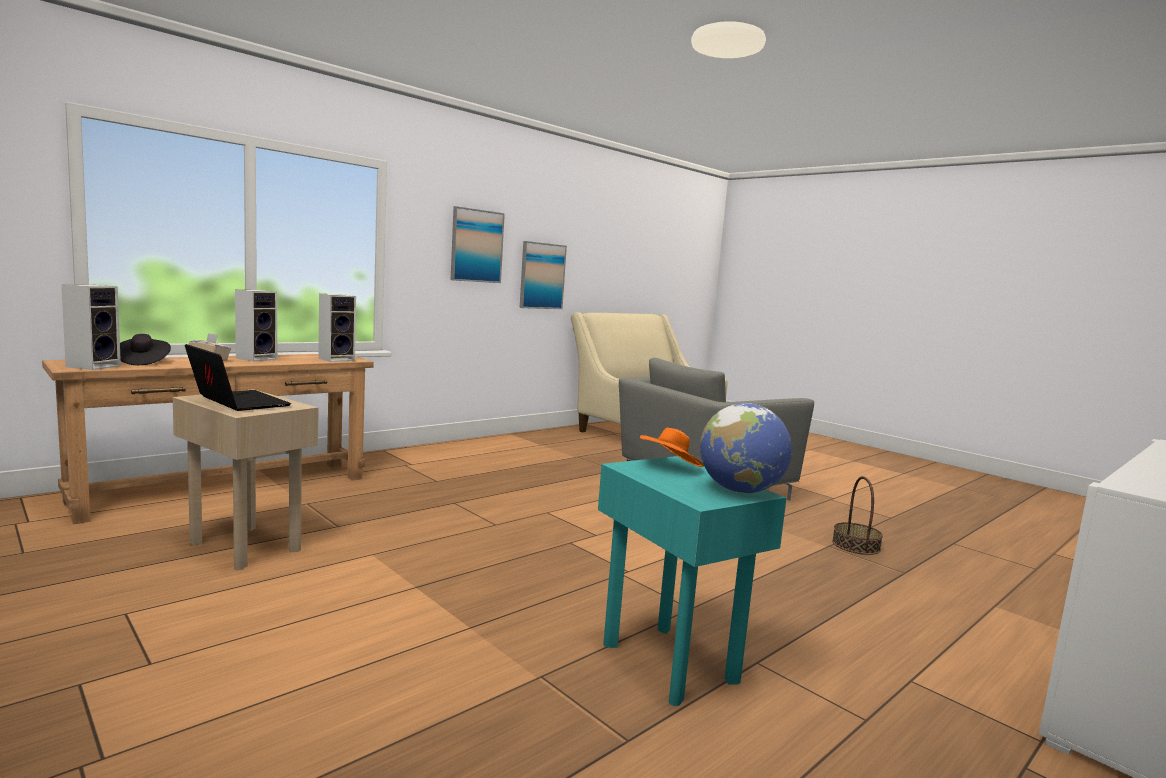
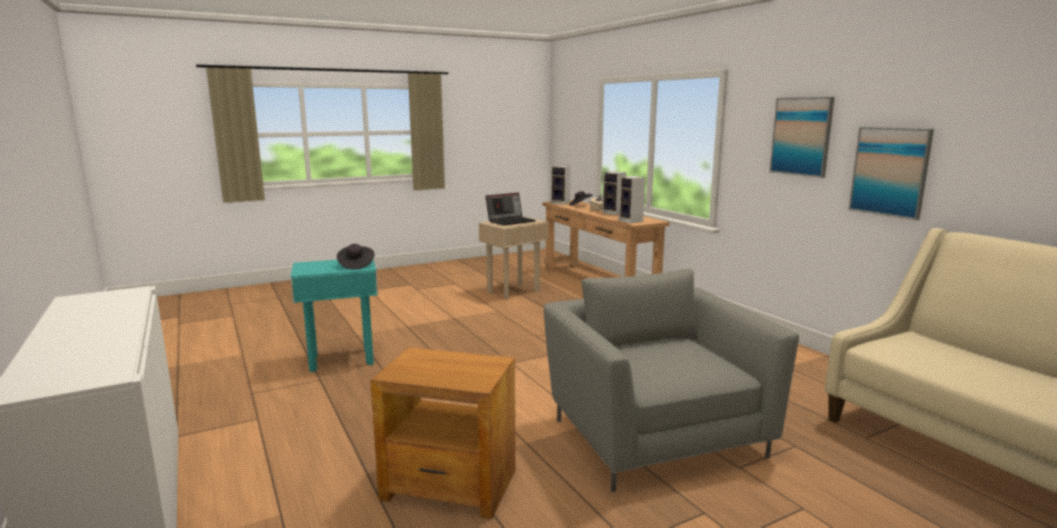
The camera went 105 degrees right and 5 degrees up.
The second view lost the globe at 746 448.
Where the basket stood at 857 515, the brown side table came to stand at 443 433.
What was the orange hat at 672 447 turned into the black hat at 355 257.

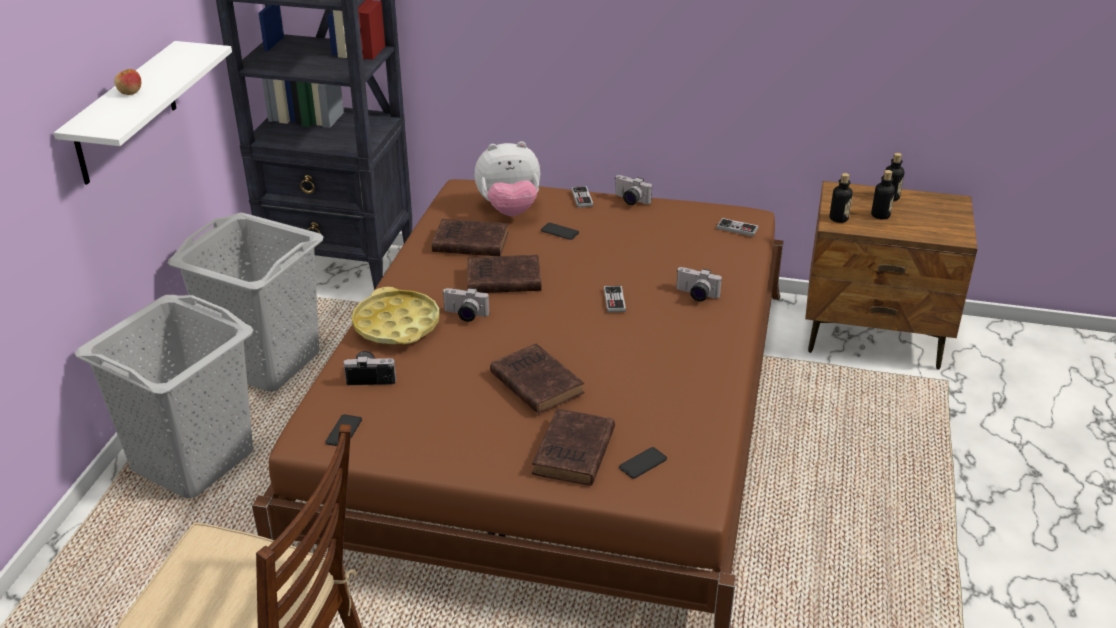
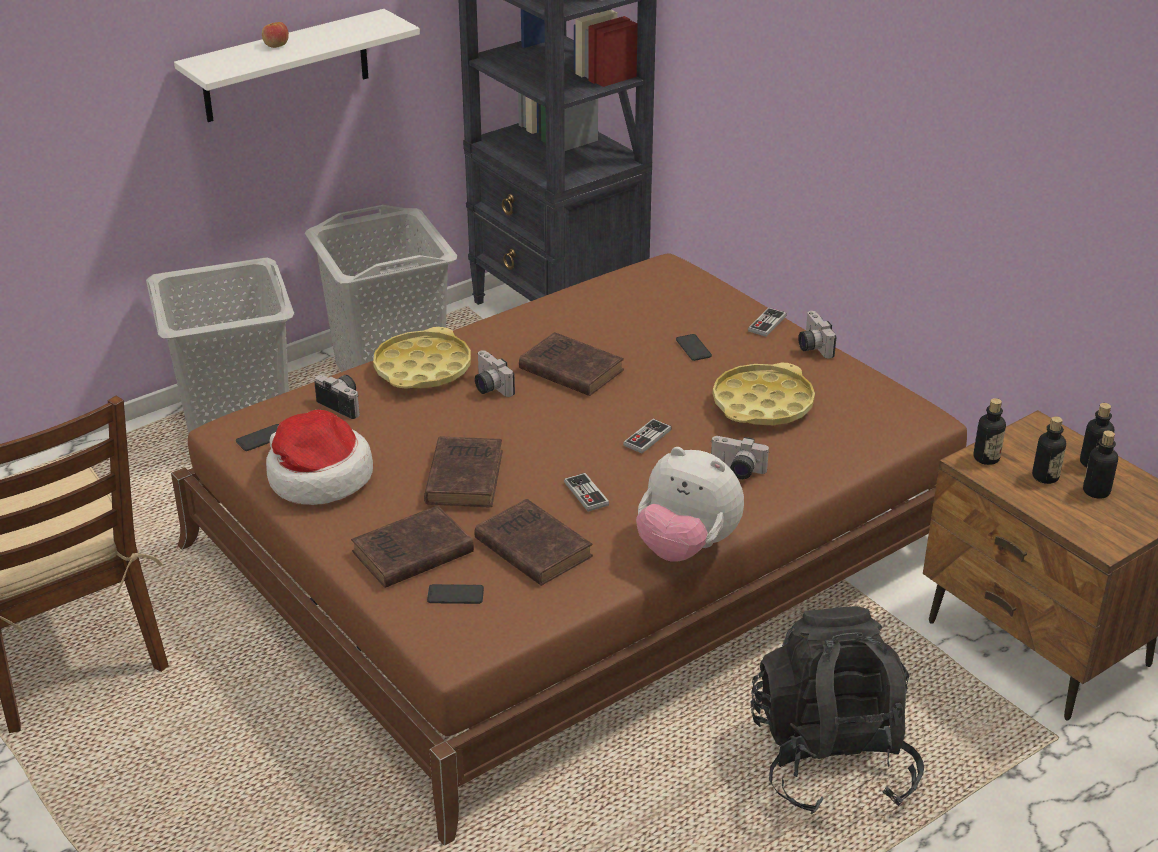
The camera went 40 degrees right and 0 degrees up.
The second view gained the hat at 319 457.
The second view gained the yellow tray at 764 394.
The second view gained the black backpack at 837 710.
The second view gained the bottle at 1100 464.
The brown book ended up elsewhere, having gone from 470 237 to 533 542.
The plush toy ended up elsewhere, having gone from 507 178 to 690 504.
The game controller ended up elsewhere, having gone from 737 227 to 586 492.
The photo camera at 699 284 ended up facing another way, 45 degrees counterclockwise from before.

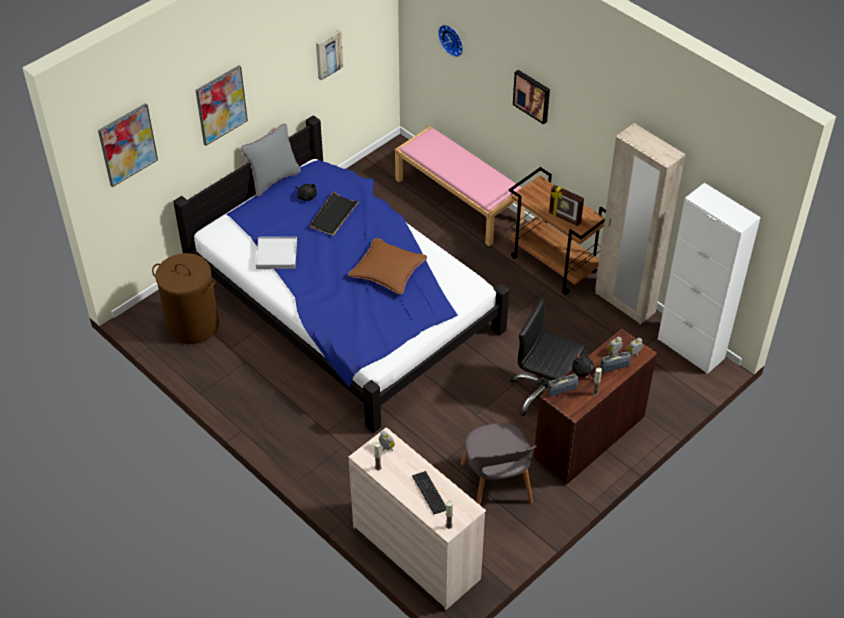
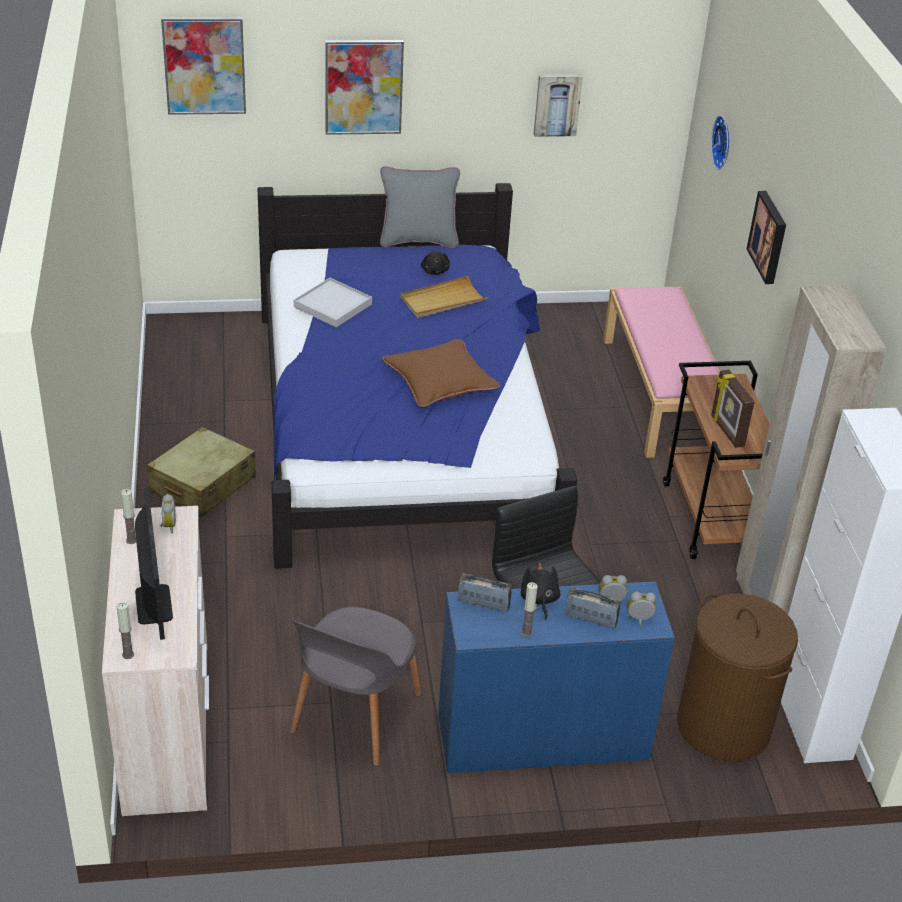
The camera went 35 degrees right and 10 degrees down.
The second view gained the beige suitcase at 201 472.
The brown laundry basket ended up elsewhere, having gone from 185 298 to 737 677.
Where the keyboard stood at 429 492, the monitor came to stand at 154 564.
What was the black tray at 335 213 turned into the beige tray at 444 297.
What was the brown desk at 595 407 turned into the blue desk at 556 677.

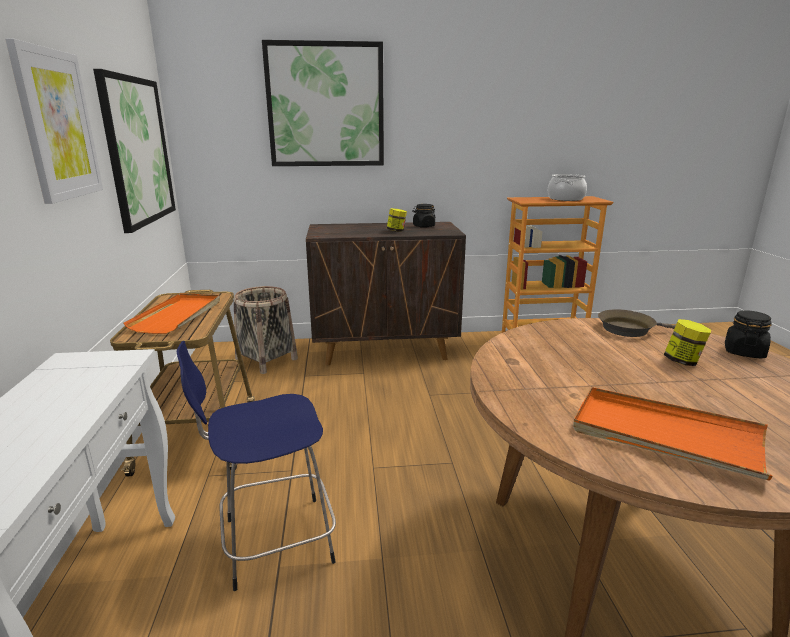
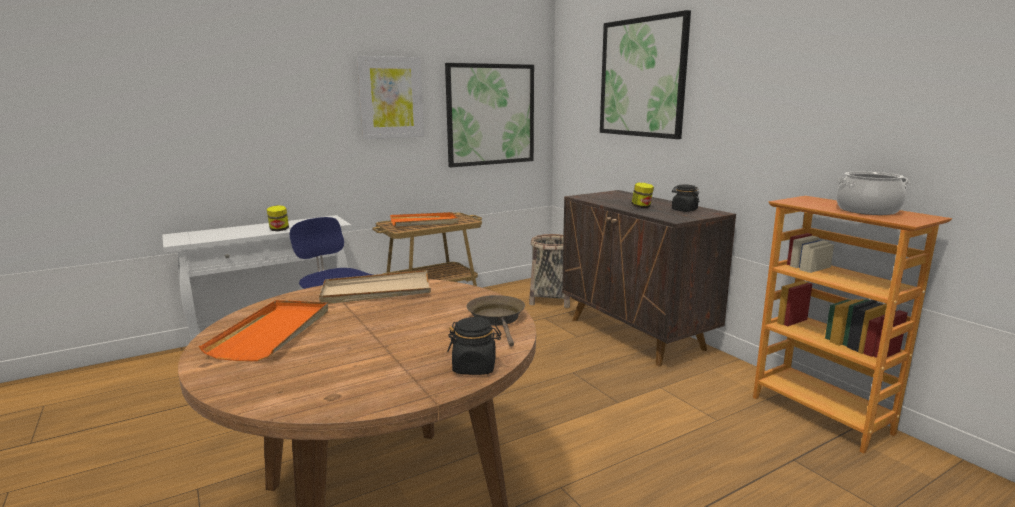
The camera went 65 degrees right and 5 degrees down.
The second view gained the beige tray at 375 287.
The jar ended up elsewhere, having gone from 687 342 to 278 218.

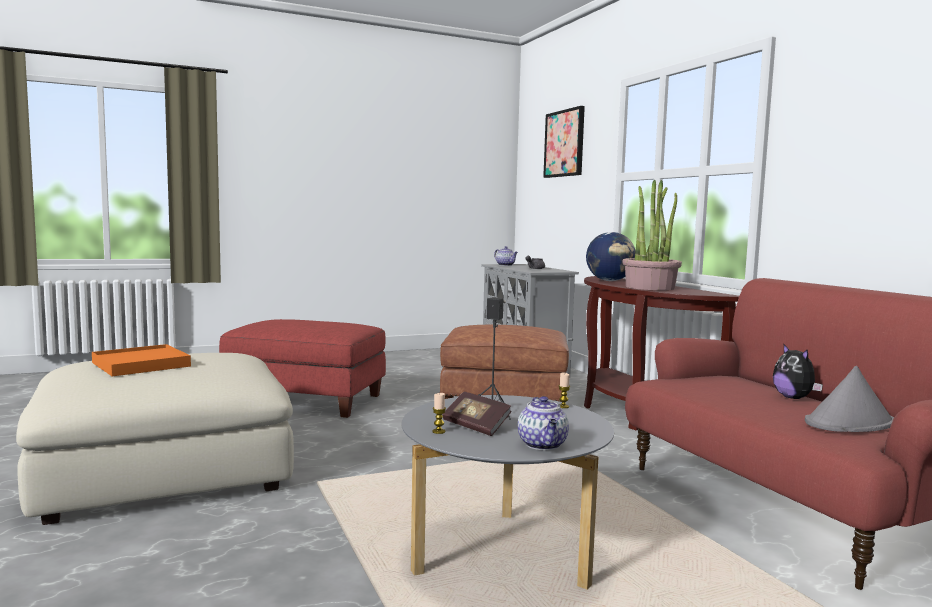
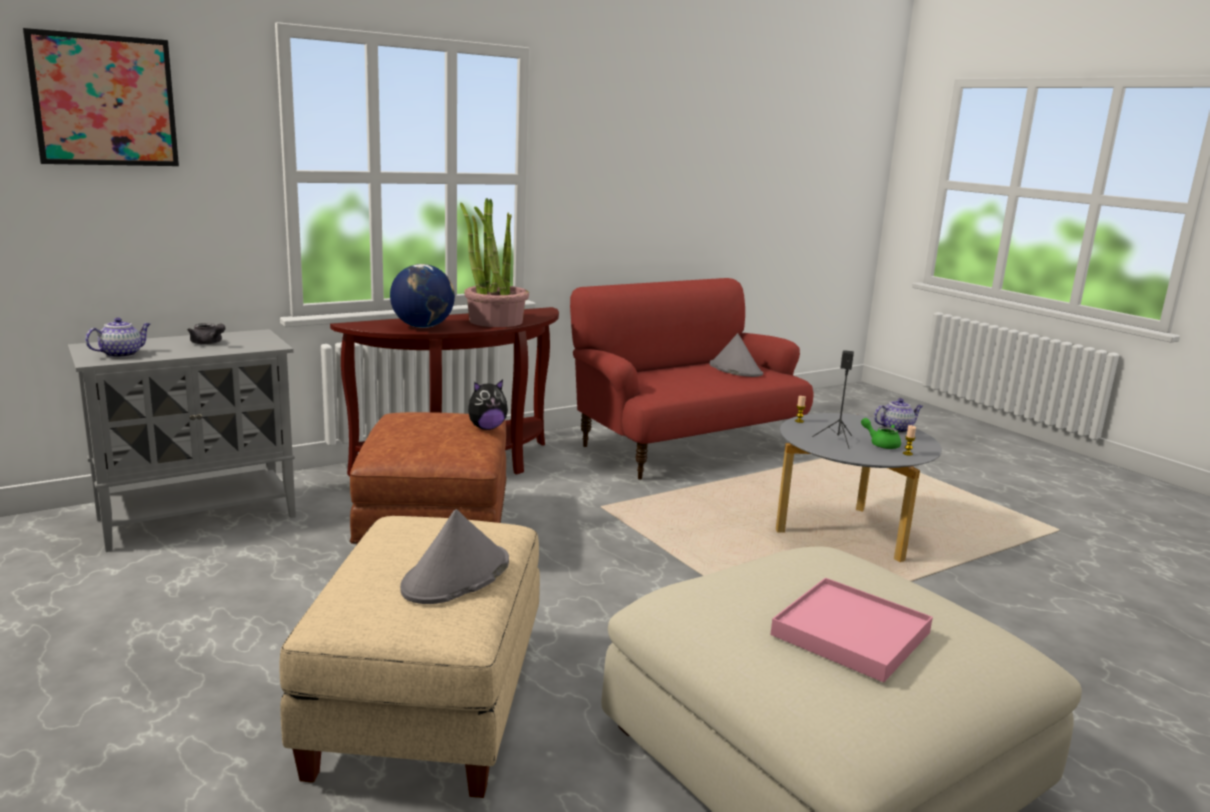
The camera went 100 degrees left and 10 degrees up.
The second view gained the grey hat at 454 556.
The plush toy ended up elsewhere, having gone from 798 371 to 488 405.
Where the book stood at 477 414, the green teapot came to stand at 881 433.
What was the orange tray at 141 360 turned into the pink tray at 851 630.
What was the red ottoman at 302 368 turned into the beige ottoman at 410 657.

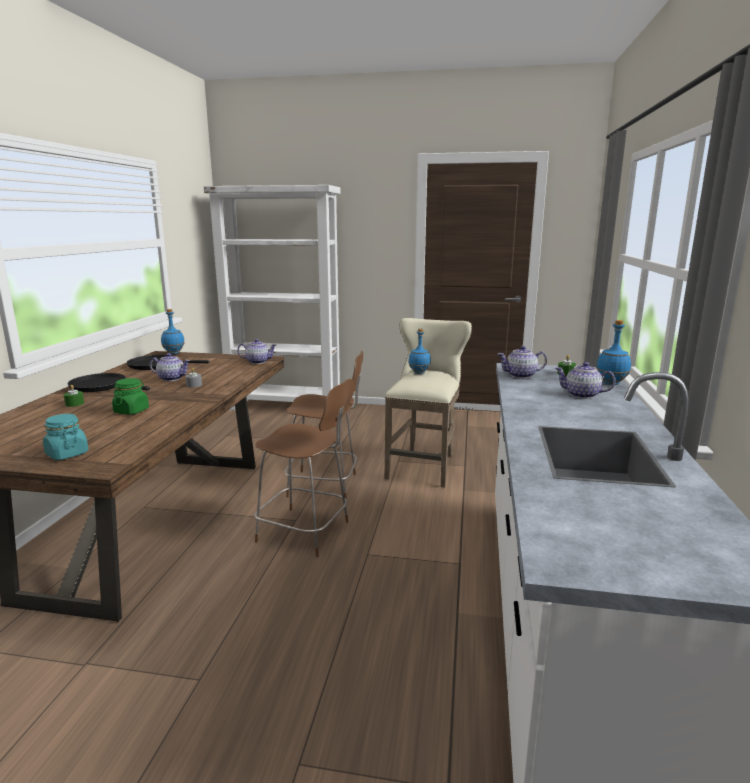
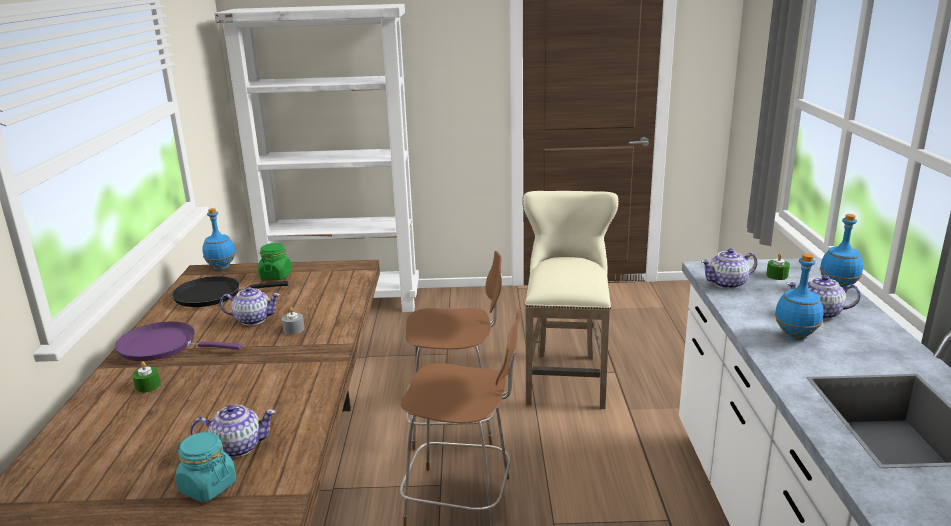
The camera went 10 degrees left and 5 degrees up.
The green jar ended up elsewhere, having gone from 130 396 to 275 261.
The teapot ended up elsewhere, having gone from 256 351 to 233 431.
The blue bottle ended up elsewhere, having gone from 419 351 to 799 296.
What was the black frying pan at 108 382 turned into the purple frying pan at 178 341.

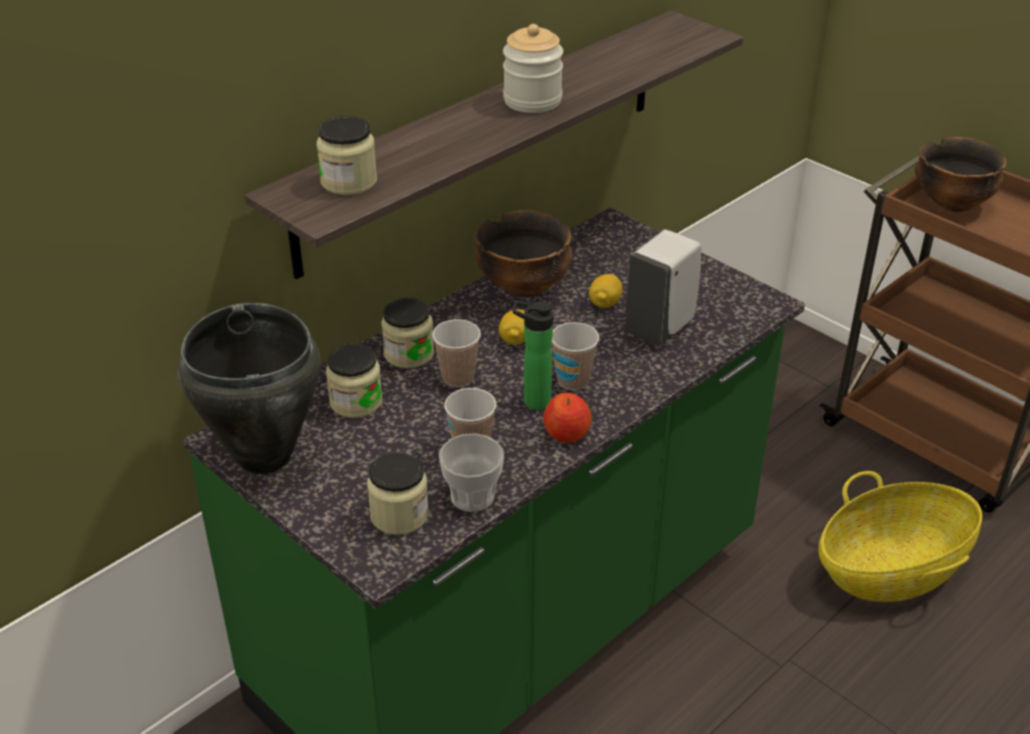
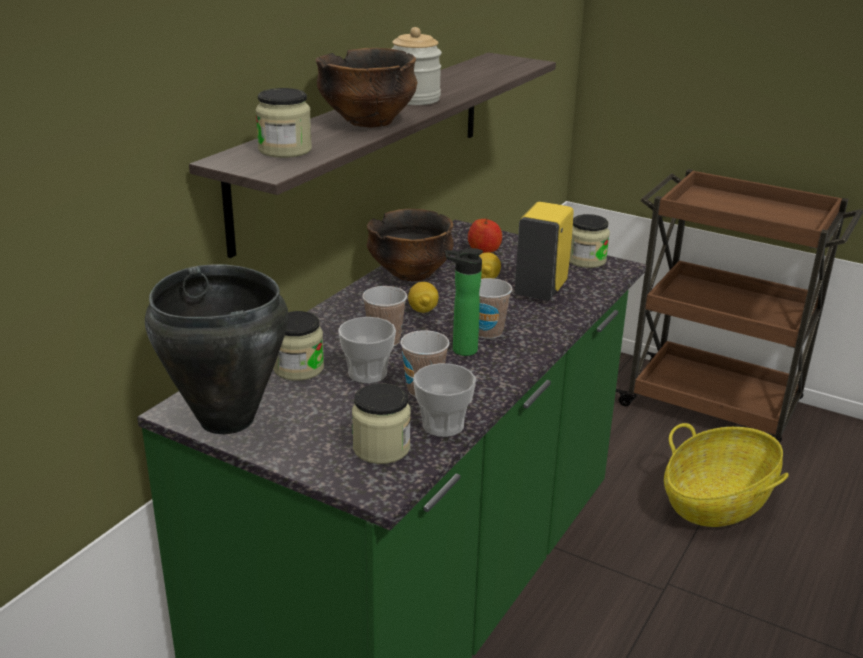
The camera went 15 degrees left and 10 degrees down.
The second view gained the cup at 367 350.
The jar ended up elsewhere, having gone from 407 333 to 589 241.
The apple ended up elsewhere, having gone from 567 417 to 485 235.
The bowl ended up elsewhere, having gone from 961 174 to 366 88.
What was the white soap dispenser at 663 287 turned into the yellow soap dispenser at 544 251.

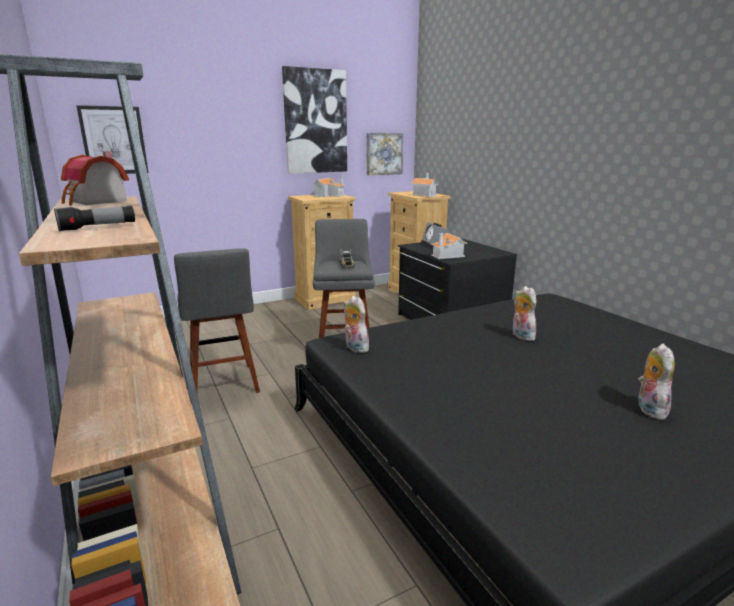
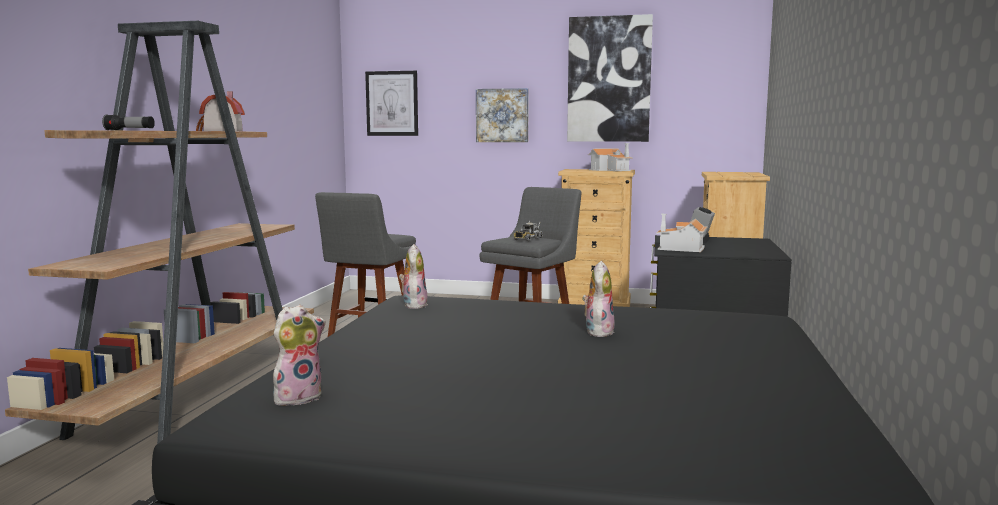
The camera went 40 degrees right and 10 degrees down.
The second view lost the toy house at 424 185.
The picture ended up elsewhere, having gone from 385 154 to 502 115.
The plush toy ended up elsewhere, having gone from 656 382 to 299 355.

